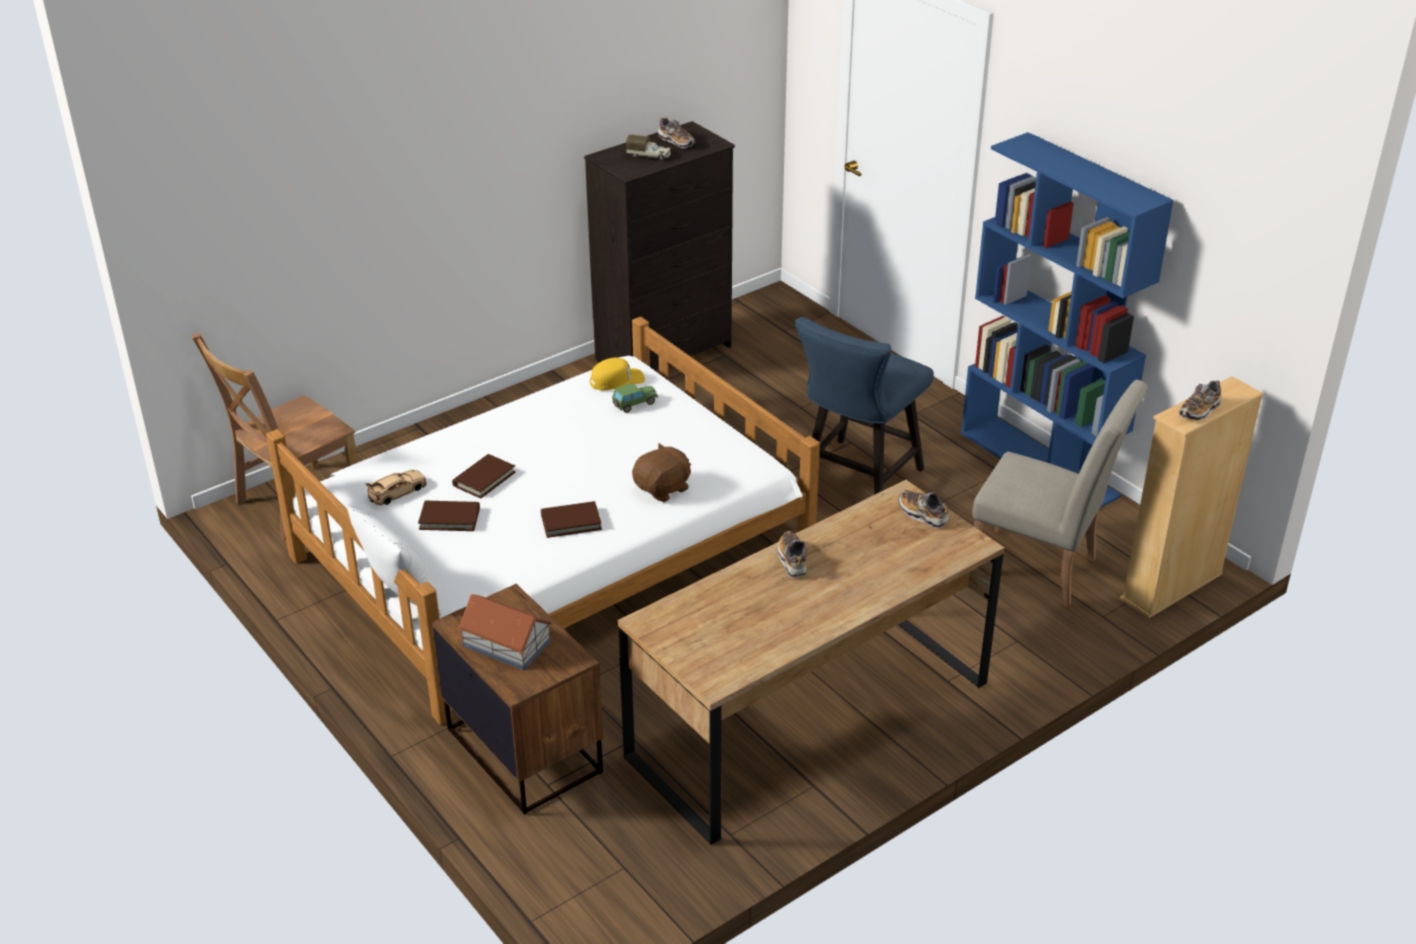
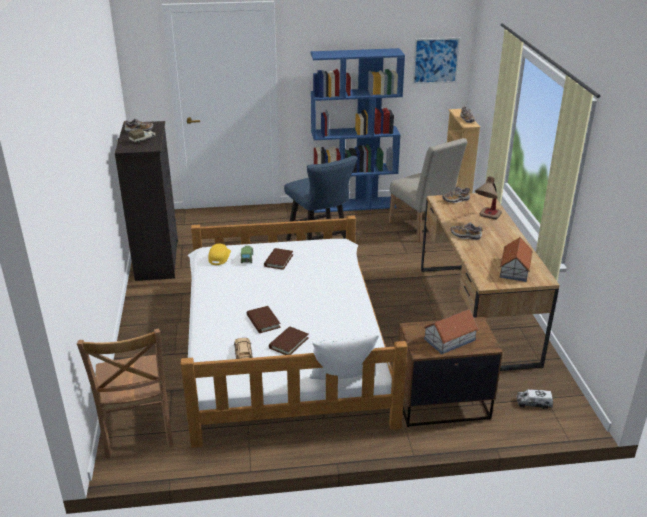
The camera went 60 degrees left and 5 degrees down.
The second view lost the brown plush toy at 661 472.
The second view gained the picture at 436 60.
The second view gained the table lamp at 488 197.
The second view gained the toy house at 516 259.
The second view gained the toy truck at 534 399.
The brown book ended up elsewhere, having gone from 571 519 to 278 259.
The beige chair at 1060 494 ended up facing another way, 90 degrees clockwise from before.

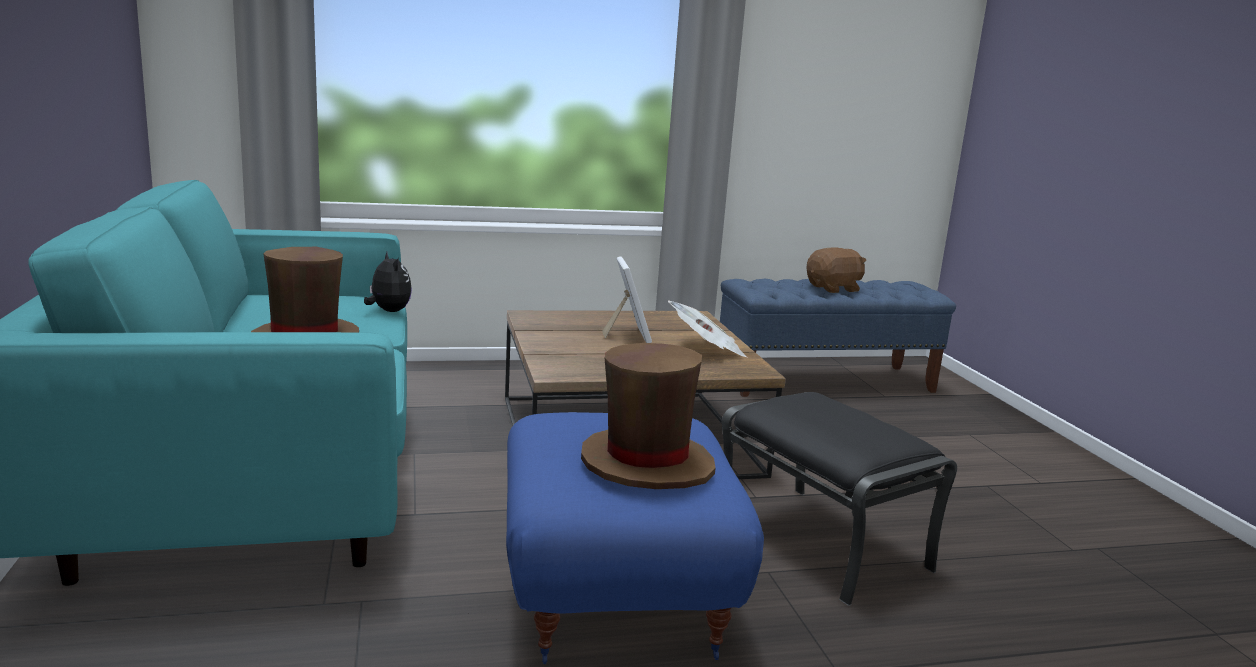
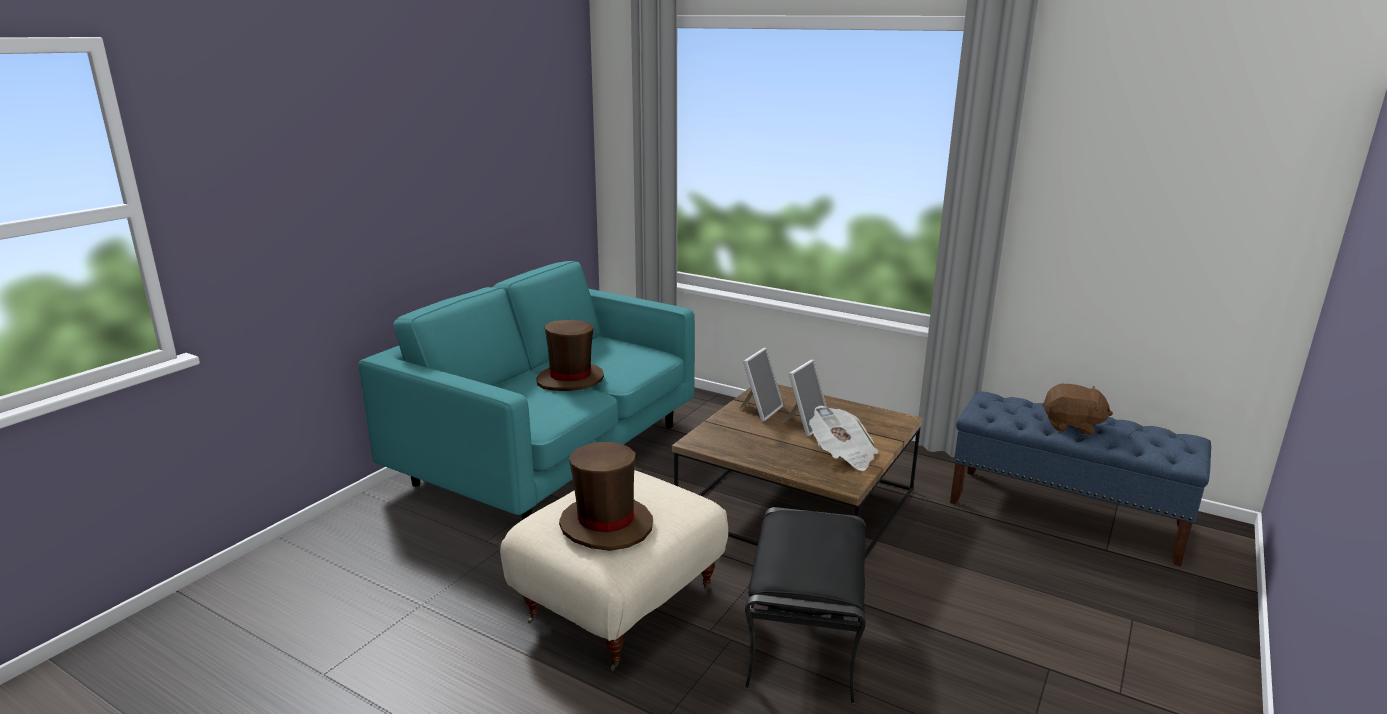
The camera went 45 degrees right and 5 degrees up.
The second view lost the plush toy at 388 282.
The second view gained the picture frame at 761 385.
What was the blue ottoman at 635 538 turned into the beige ottoman at 614 570.

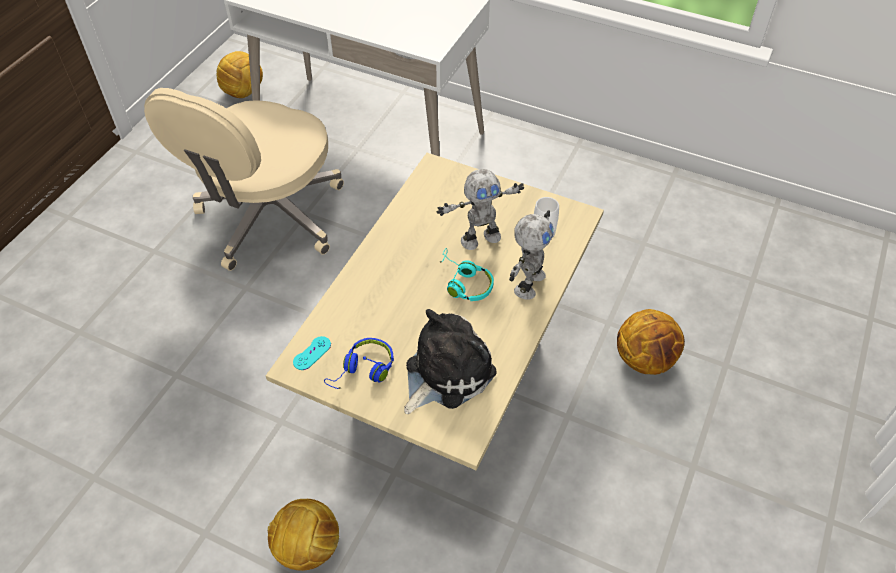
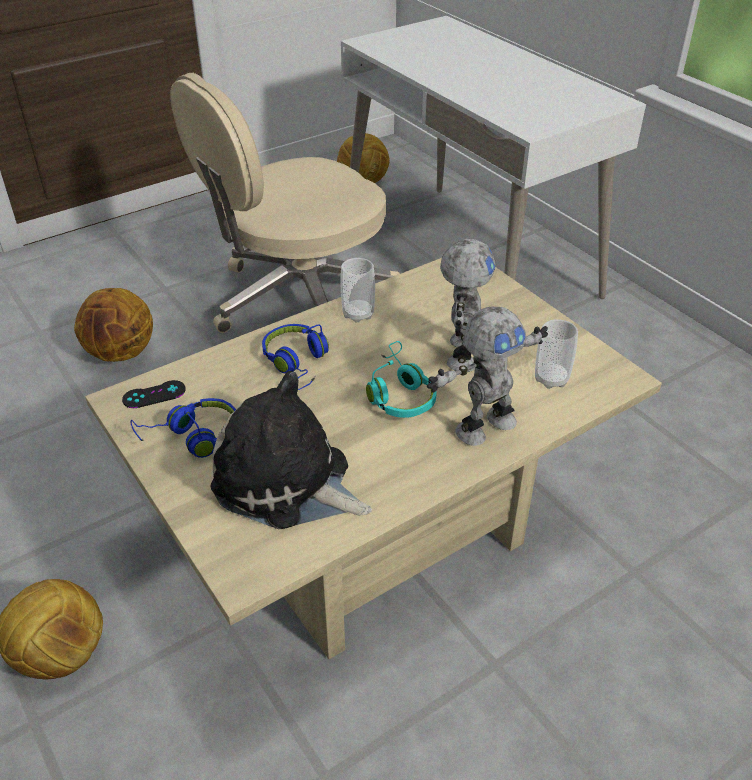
The camera went 30 degrees right and 10 degrees down.
The second view gained the blue headphones at 295 357.
The second view gained the cup at 357 290.
The basketball ended up elsewhere, having gone from 651 342 to 113 325.
What was the turquoise game controller at 312 353 turned into the black game controller at 154 394.
The plush toy at 450 361 ended up facing another way, 135 degrees counterclockwise from before.
The toy robot at 480 209 ended up facing another way, 90 degrees counterclockwise from before.

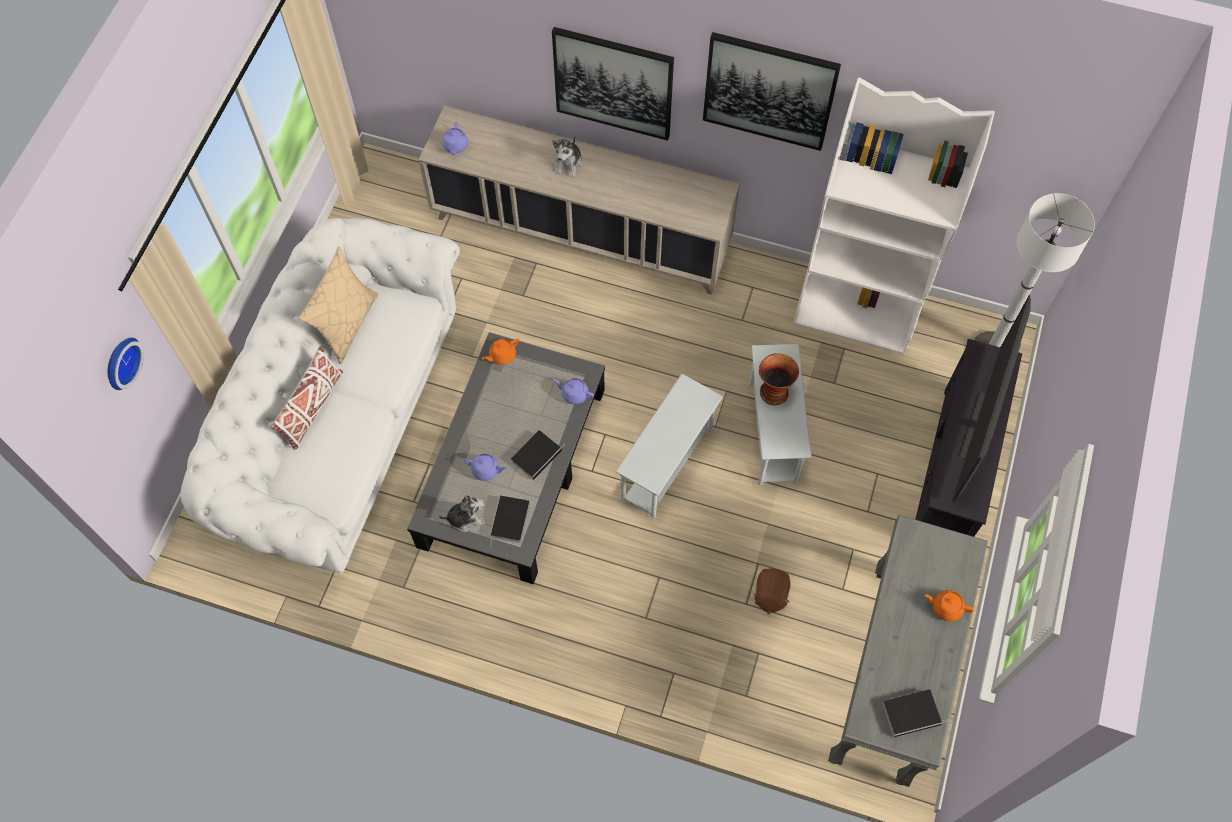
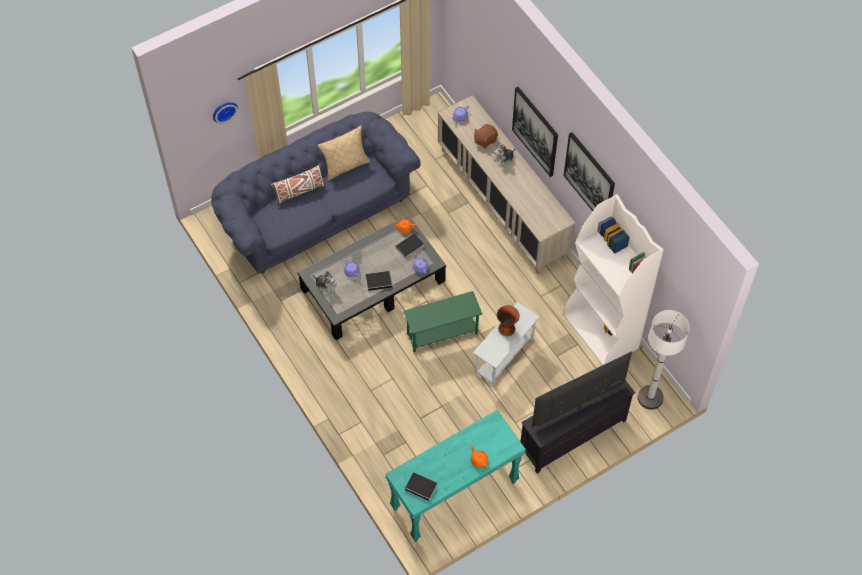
The camera went 40 degrees right and 5 degrees down.
The book ended up elsewhere, having gone from 510 520 to 408 246.
The brown plush toy ended up elsewhere, having gone from 772 591 to 486 136.
What was the white sofa at 320 395 turned into the blue sofa at 316 193.
What was the white side table at 669 446 turned into the green side table at 443 321.
What was the grey console table at 908 651 turned into the turquoise console table at 455 476.

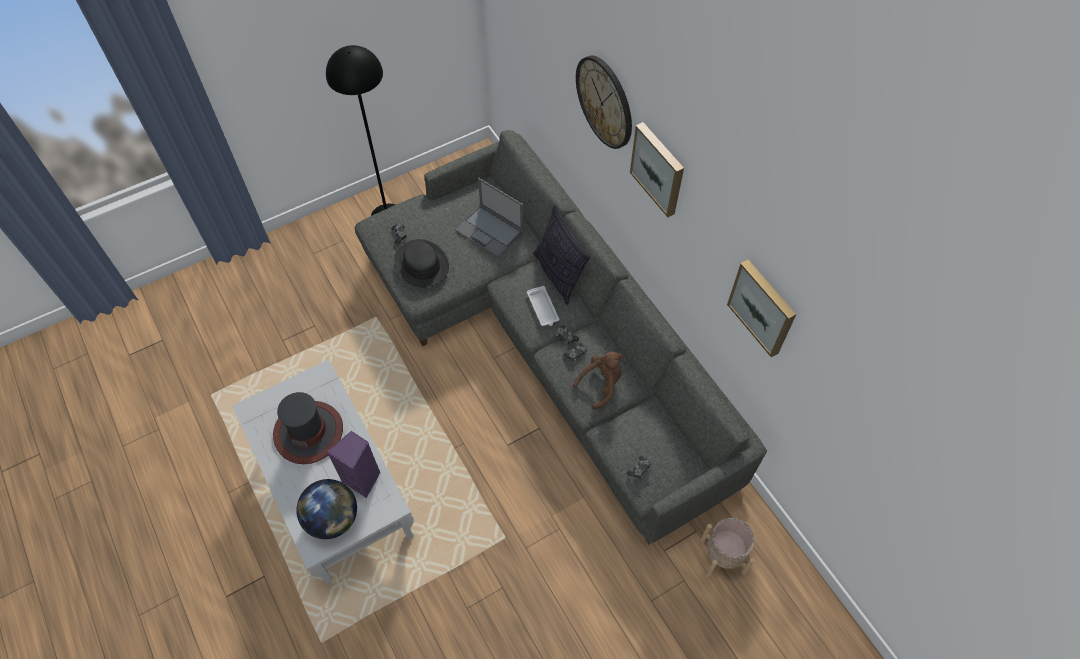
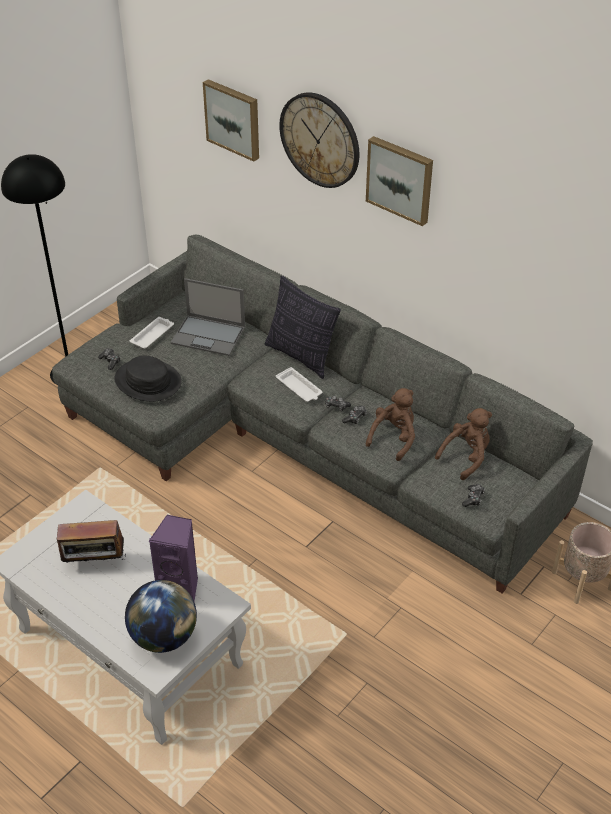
The camera went 20 degrees left and 15 degrees down.
The second view gained the white tray at 151 333.
The second view gained the brown plush toy at 463 444.
The picture ended up elsewhere, having gone from 761 308 to 231 120.
Where the hat stood at 308 428, the radio came to stand at 89 545.

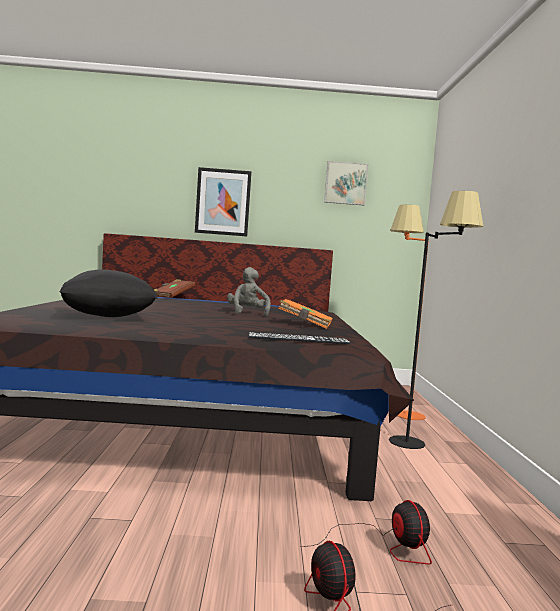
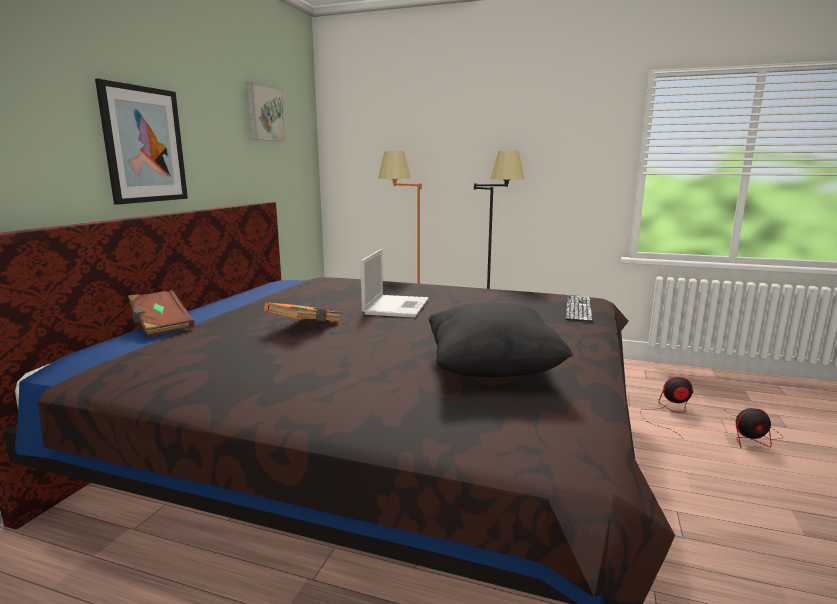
The camera went 70 degrees left and 10 degrees up.
The orange book ended up elsewhere, having gone from 305 314 to 303 312.
Where the grey plush toy stood at 249 292, the laptop came to stand at 394 283.

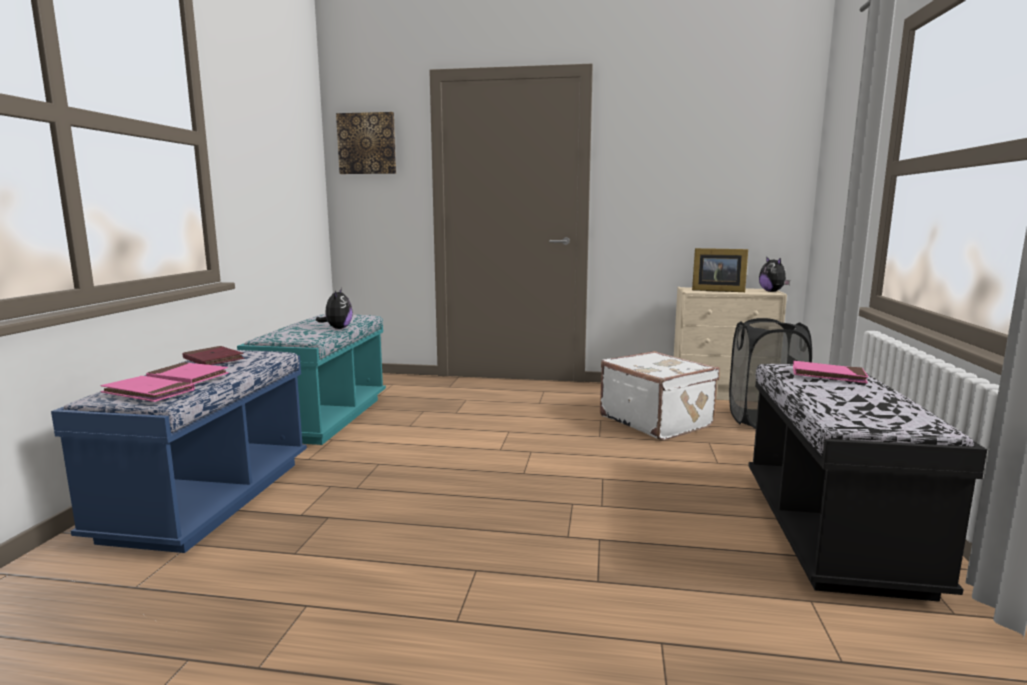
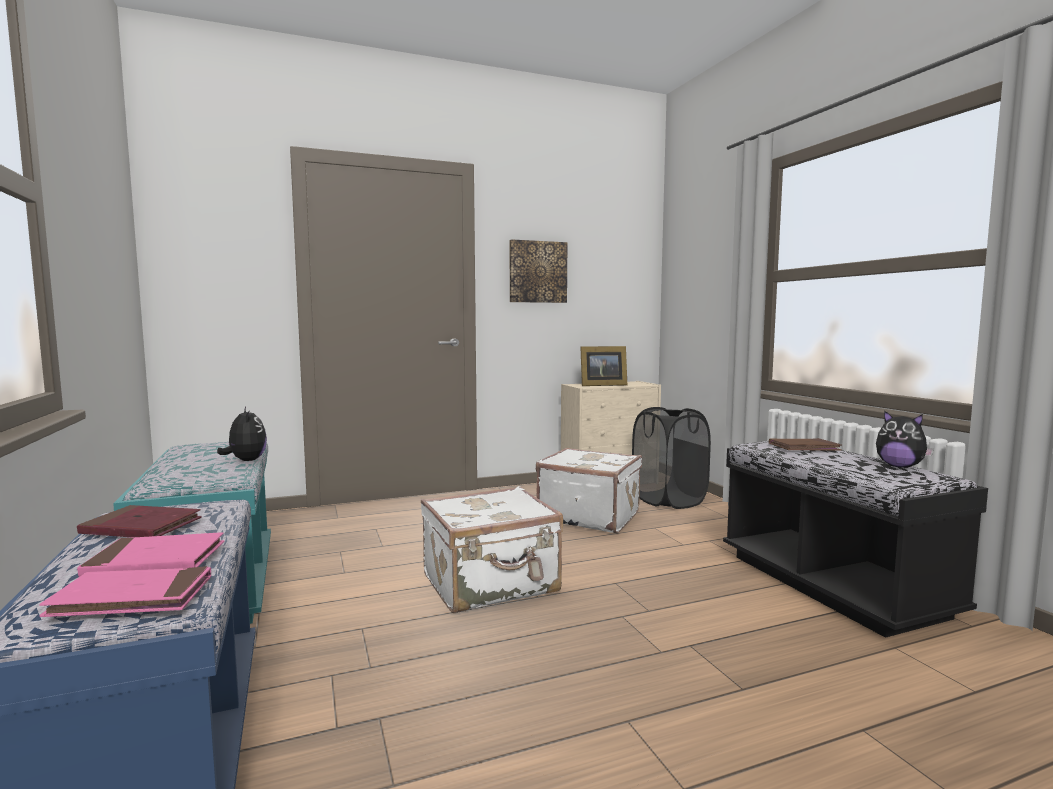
The camera went 30 degrees left and 5 degrees down.
The second view gained the white suitcase at 492 549.
The picture ended up elsewhere, having gone from 366 143 to 538 271.
The plush toy ended up elsewhere, having gone from 774 274 to 905 439.
What was the pink book at 830 372 turned into the brown book at 805 444.

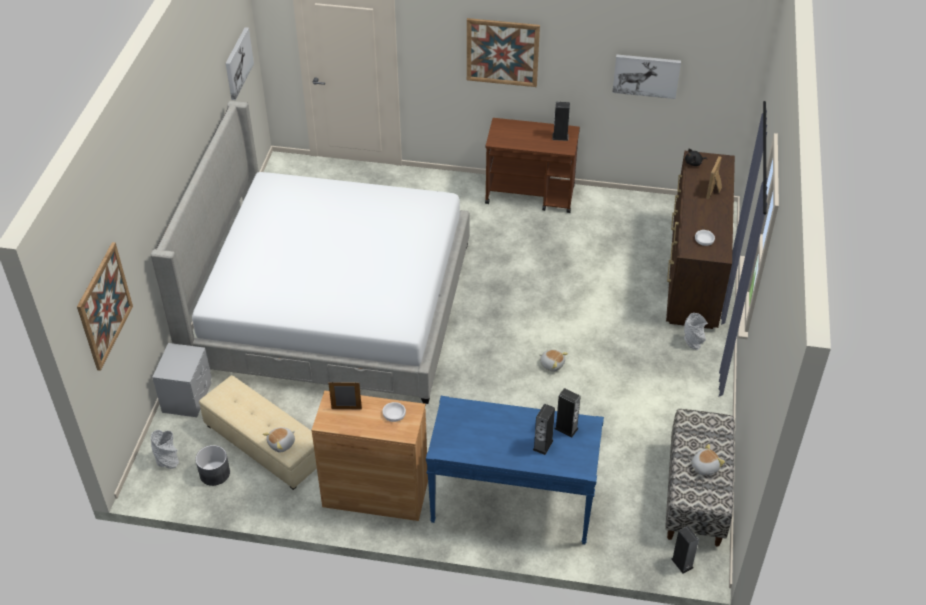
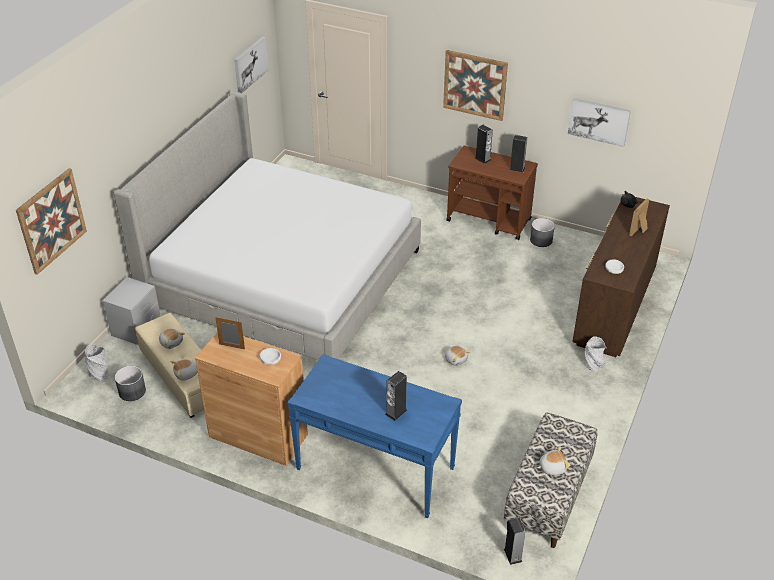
The camera went 15 degrees right and 5 degrees down.
The second view gained the plush toy at 172 338.
The second view gained the grey planter at 542 232.
The speaker ended up elsewhere, having gone from 567 412 to 484 144.

